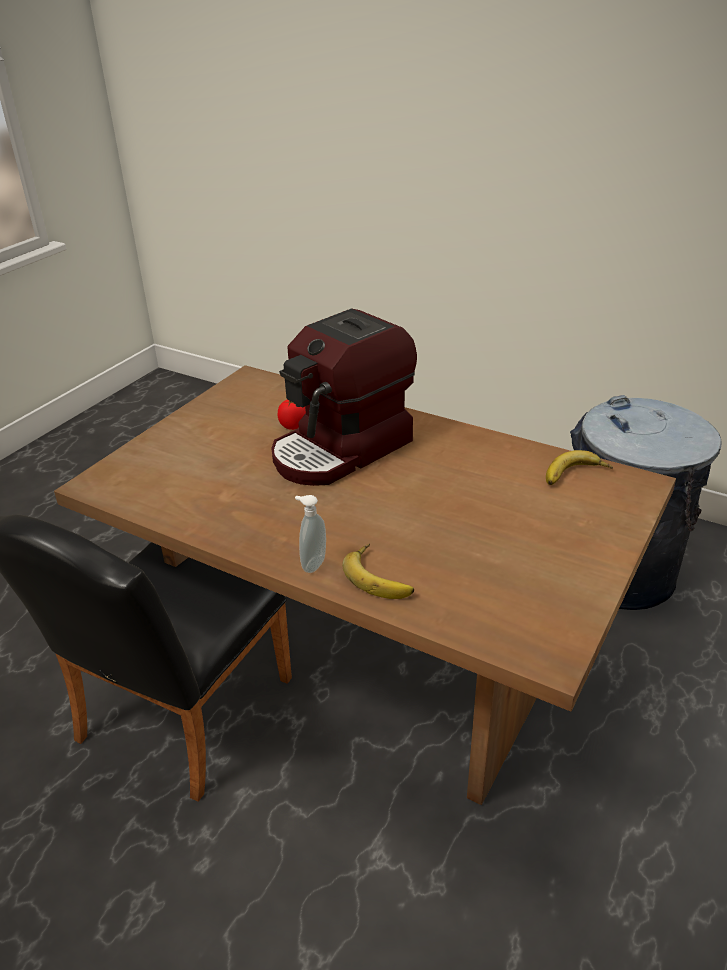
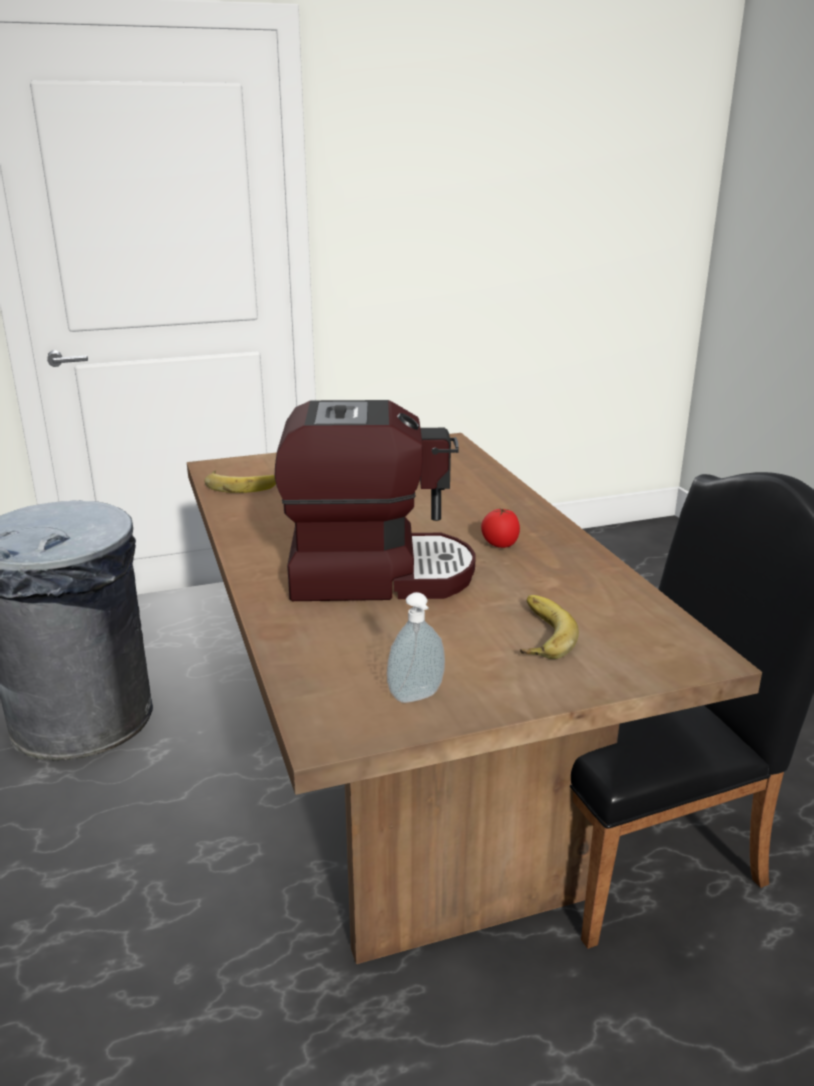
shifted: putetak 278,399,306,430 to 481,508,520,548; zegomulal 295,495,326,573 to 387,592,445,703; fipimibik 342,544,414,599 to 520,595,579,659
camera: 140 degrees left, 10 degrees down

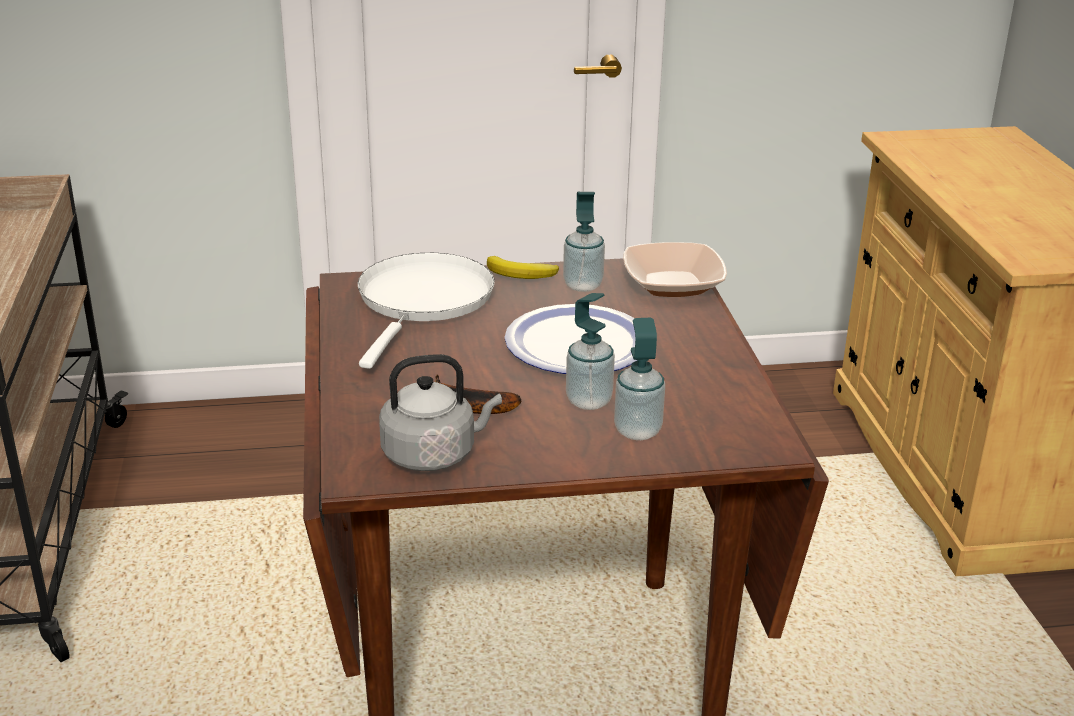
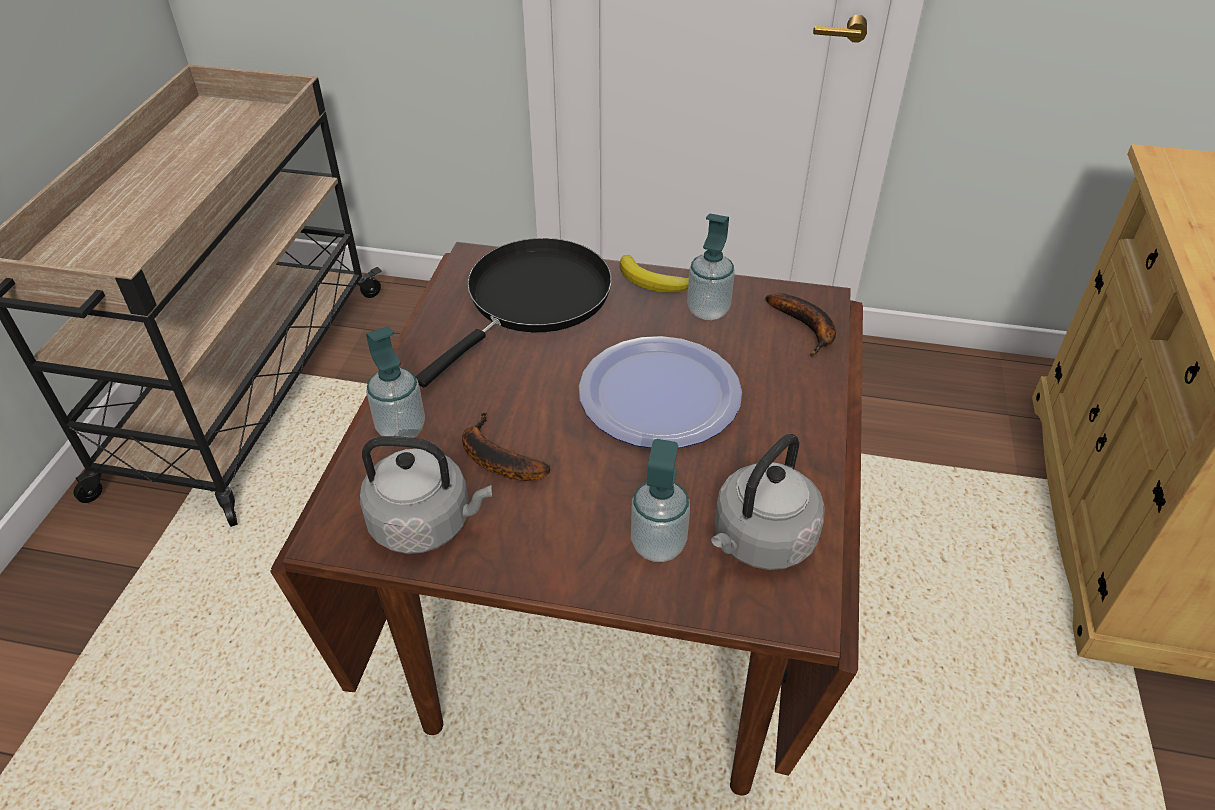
new: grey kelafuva 711,434,825,570
shifted: zegomulal 566,293,615,410 to 366,326,425,438
swapped: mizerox 623,242,727,297 to fipimibik 765,293,836,356
repainted: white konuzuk 357,253,495,369 to black konuzuk 416,238,612,387
camera: 20 degrees right, 15 degrees up

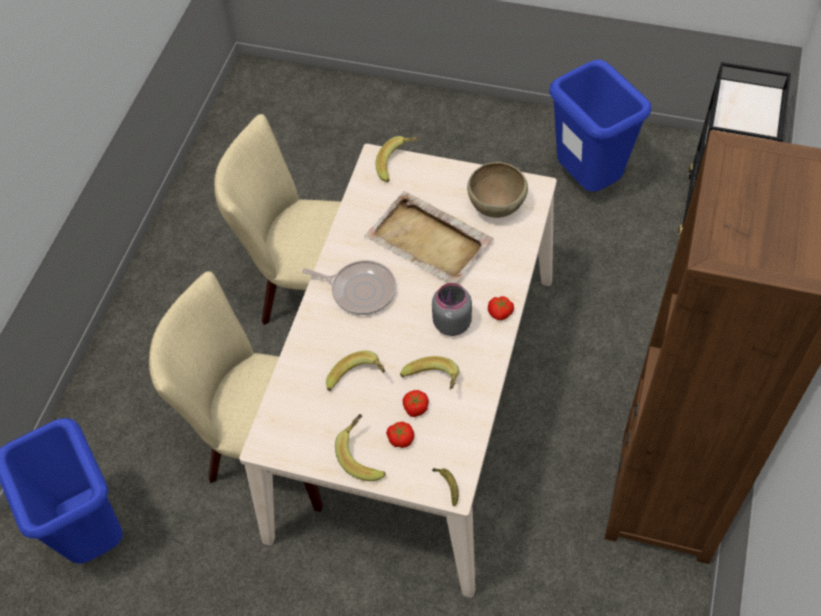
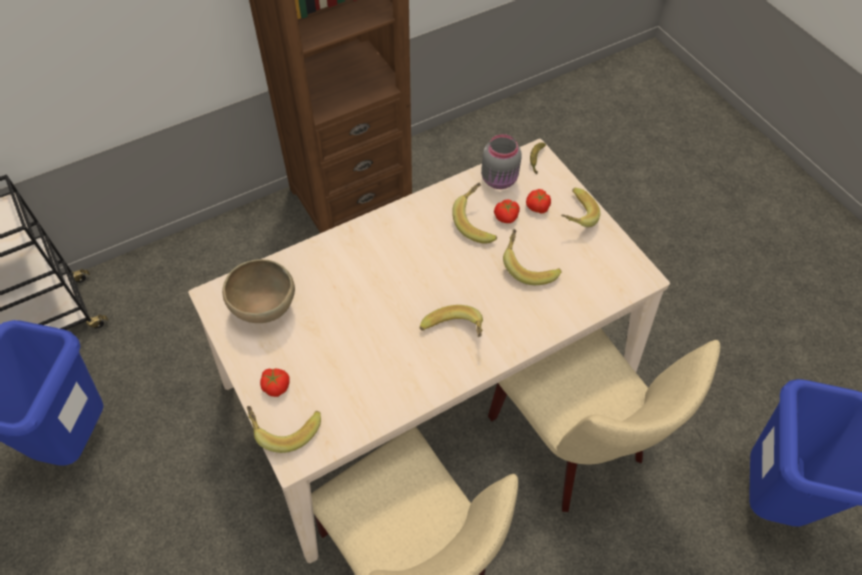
gone: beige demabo 364,191,494,284
shifted: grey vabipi 432,283,472,336 to 481,134,521,189; putetak 488,296,514,320 to 260,368,289,397
swapped: konuzuk 302,260,396,315 to fipimibik 420,305,483,337
camera: 140 degrees left, 0 degrees up

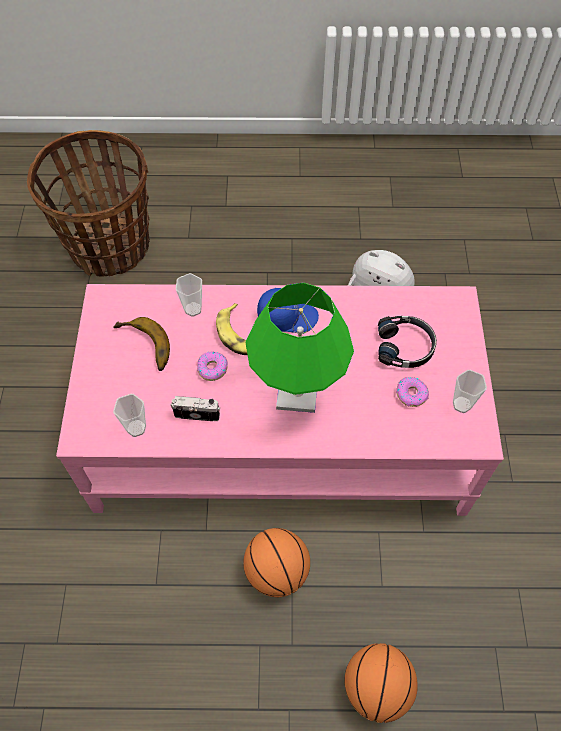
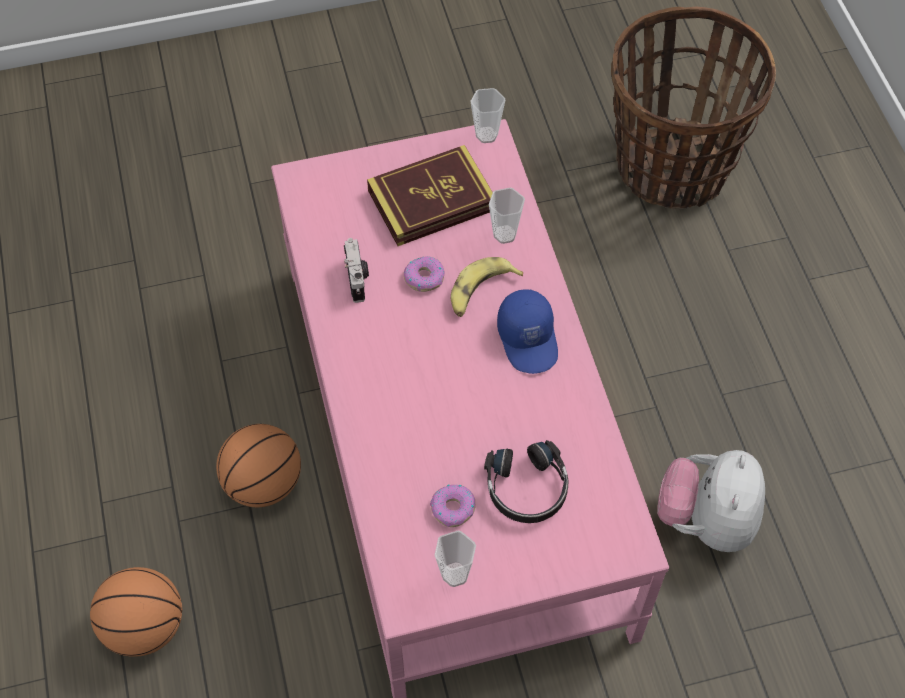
gone: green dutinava 246,283,354,413
shifted: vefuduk 113,394,146,437 to 470,88,505,143
swapped: fipimibik 113,317,170,371 to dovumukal 367,145,493,246
camera: 75 degrees right, 0 degrees up

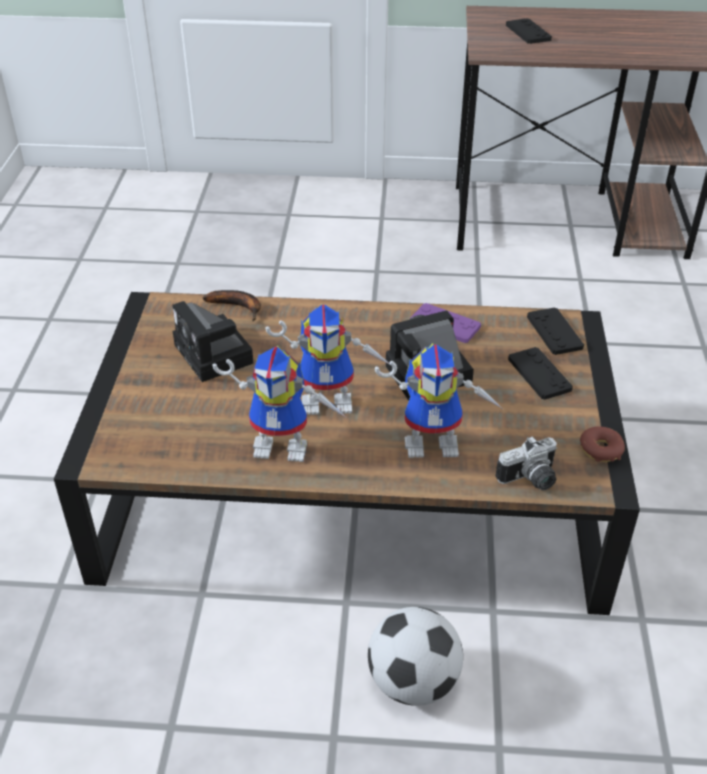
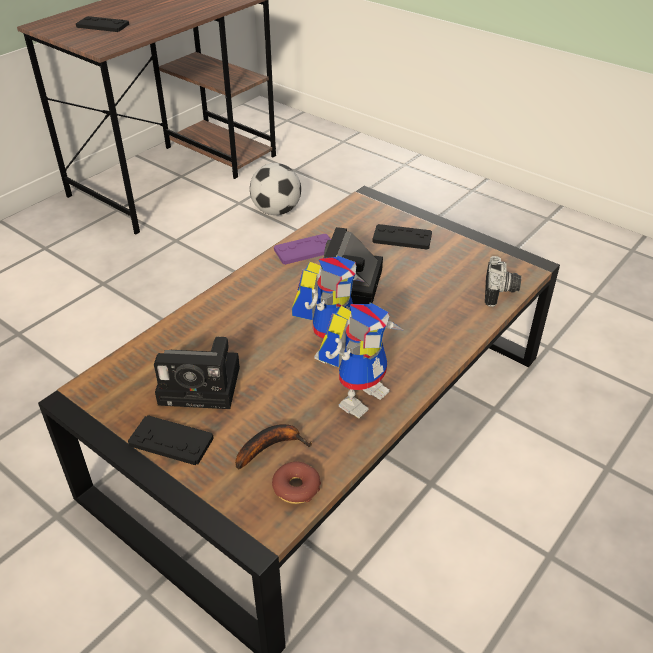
gone: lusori 375,343,503,458
shifted: fipimibik 203,290,261,321 to 235,424,312,470; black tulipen 527,308,584,355 to 128,415,214,465; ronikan 580,426,625,462 to 272,462,321,504; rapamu 368,607,463,706 to 250,163,301,215
camera: 55 degrees left, 0 degrees up

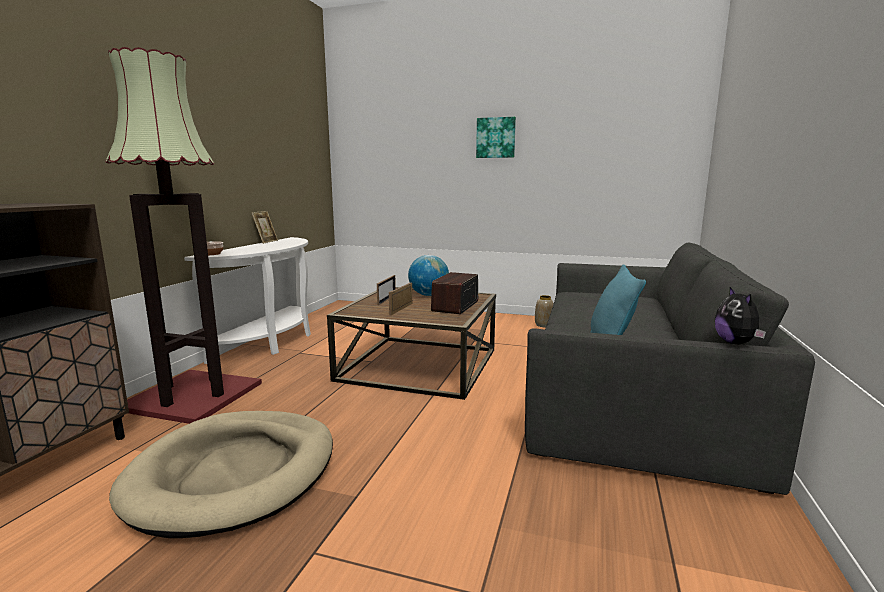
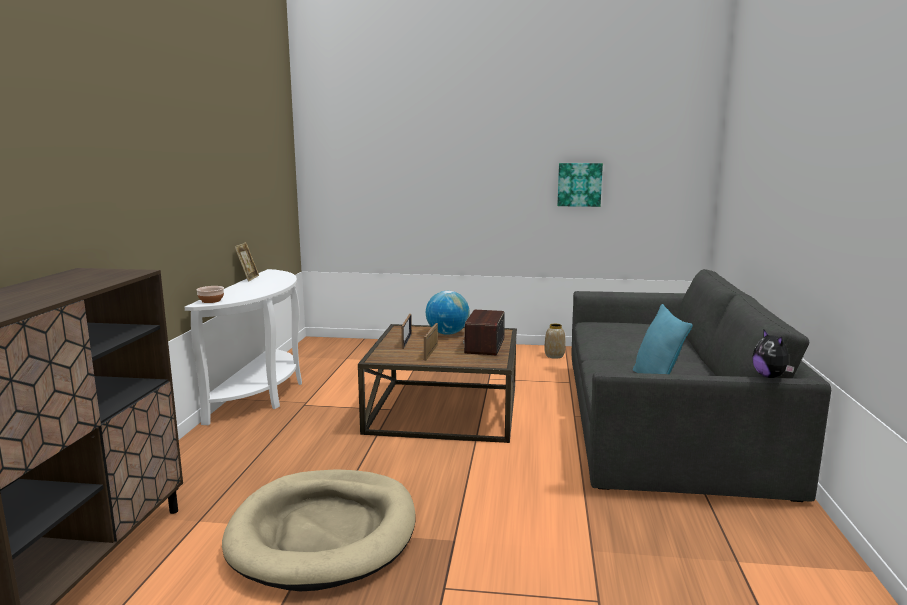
gone: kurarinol 105,47,262,424
shifted: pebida 476,117,516,158 to 557,163,603,207
camera: 10 degrees left, 0 degrees up

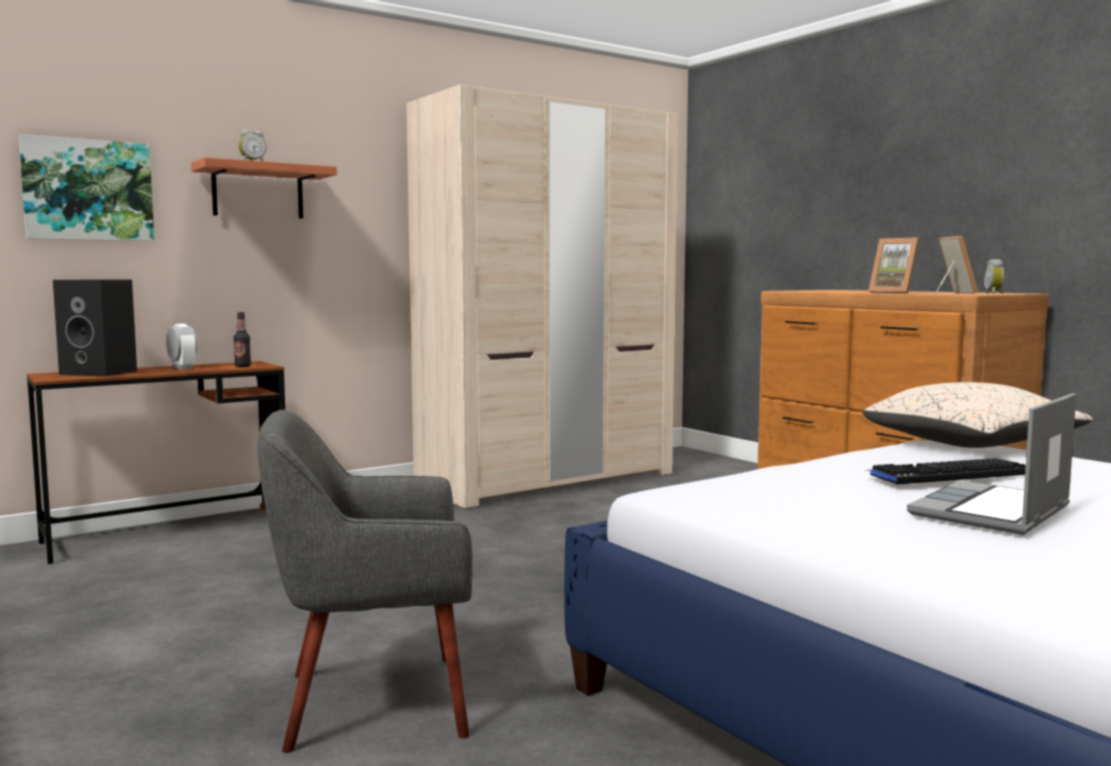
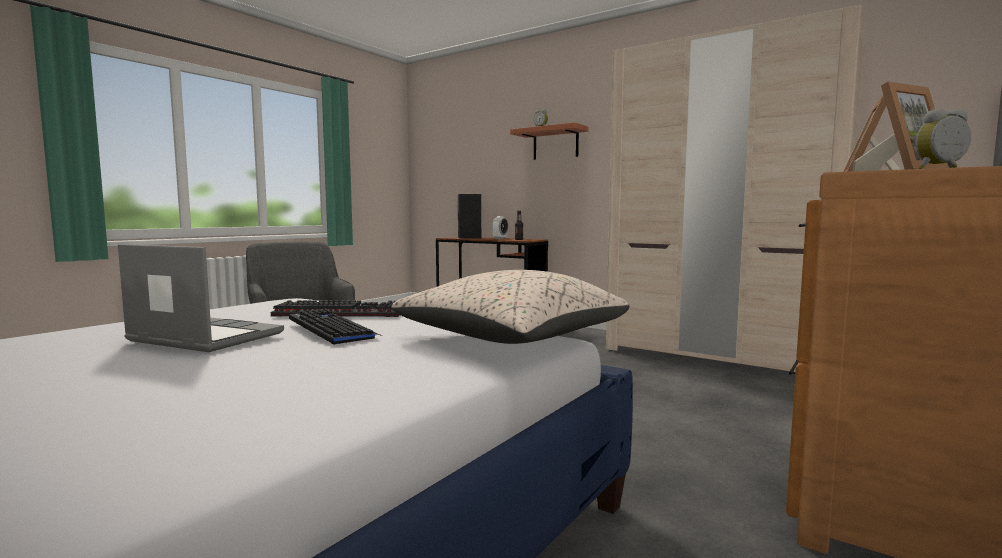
gone: pebida 19,134,154,241
new: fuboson 271,300,399,317
camera: 70 degrees right, 0 degrees up

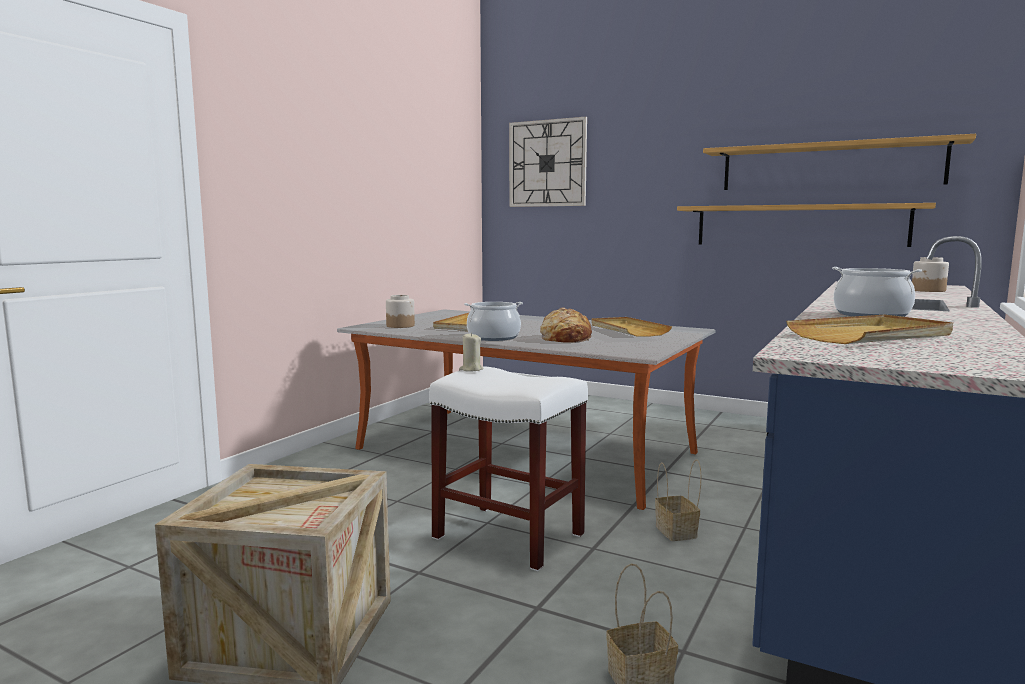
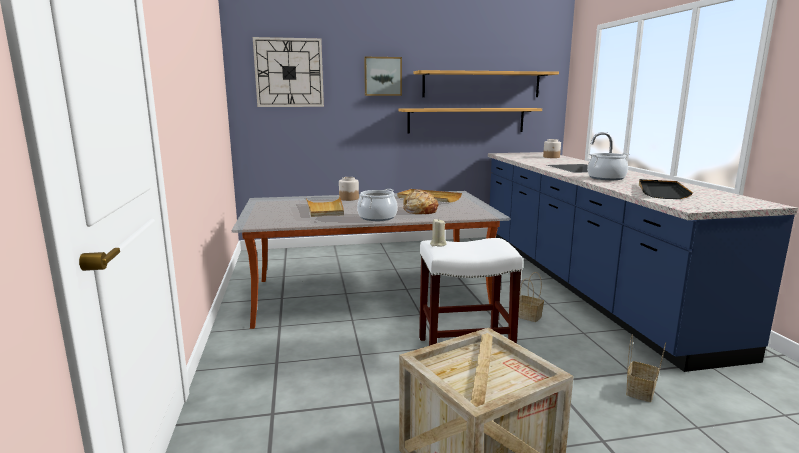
new: pebida 364,57,402,96
shifted: vabipi 386,295,415,328 to 339,177,359,201
repainted: beige demabo 786,314,953,344 to black demabo 639,179,693,199
camera: 40 degrees left, 5 degrees up

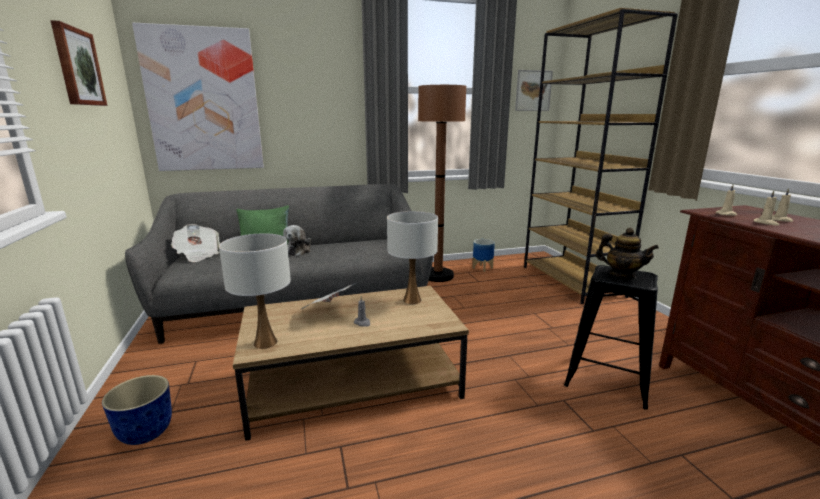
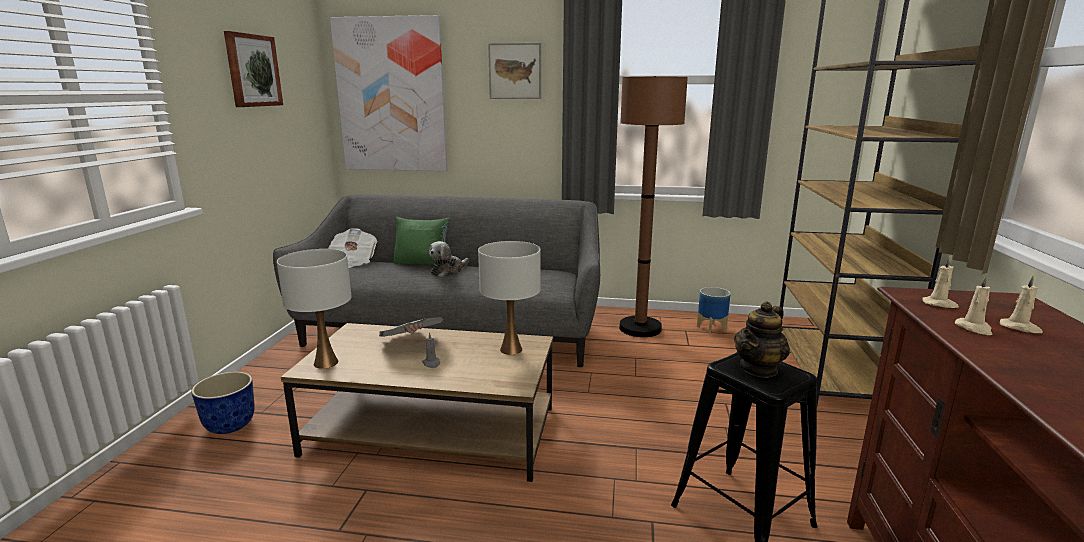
shifted: pebida 515,70,553,111 to 488,43,541,99
rotated: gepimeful 596,228,659,279 = 734,301,790,378 75 degrees clockwise
camera: 25 degrees right, 0 degrees up

